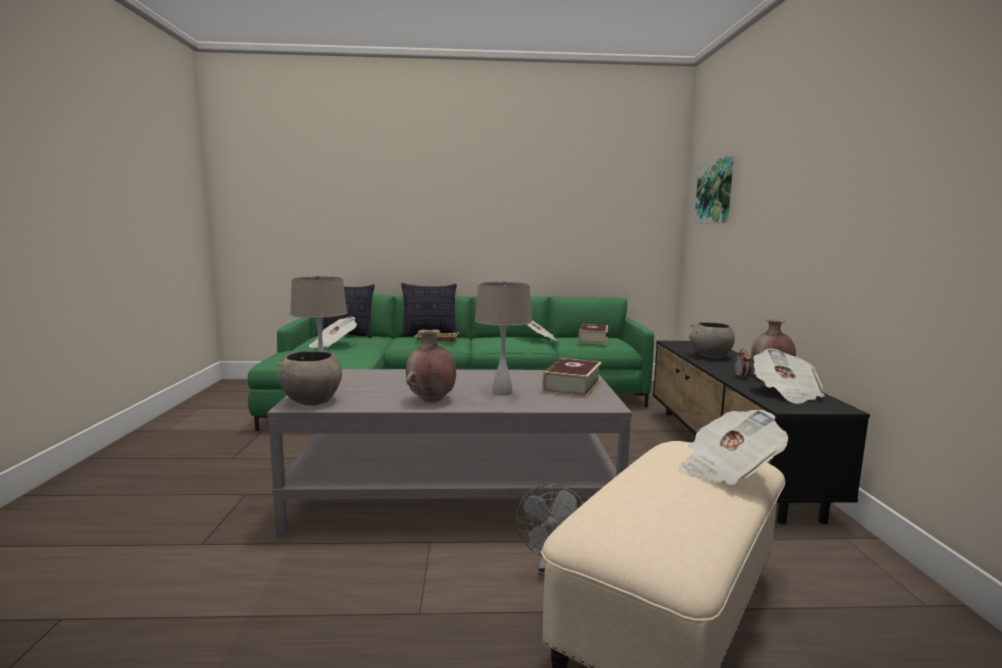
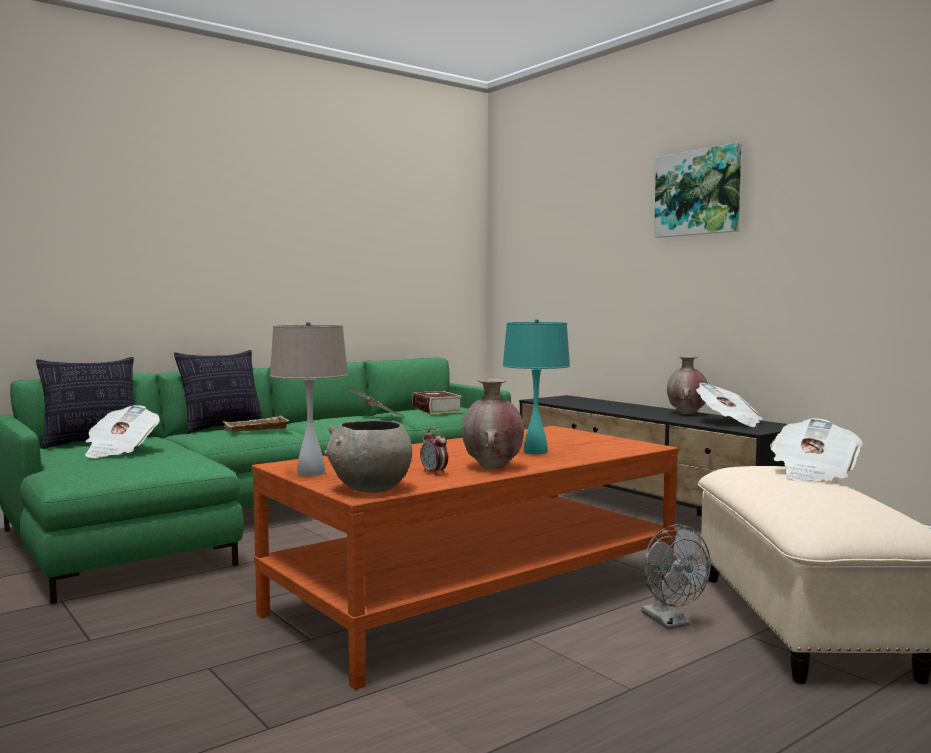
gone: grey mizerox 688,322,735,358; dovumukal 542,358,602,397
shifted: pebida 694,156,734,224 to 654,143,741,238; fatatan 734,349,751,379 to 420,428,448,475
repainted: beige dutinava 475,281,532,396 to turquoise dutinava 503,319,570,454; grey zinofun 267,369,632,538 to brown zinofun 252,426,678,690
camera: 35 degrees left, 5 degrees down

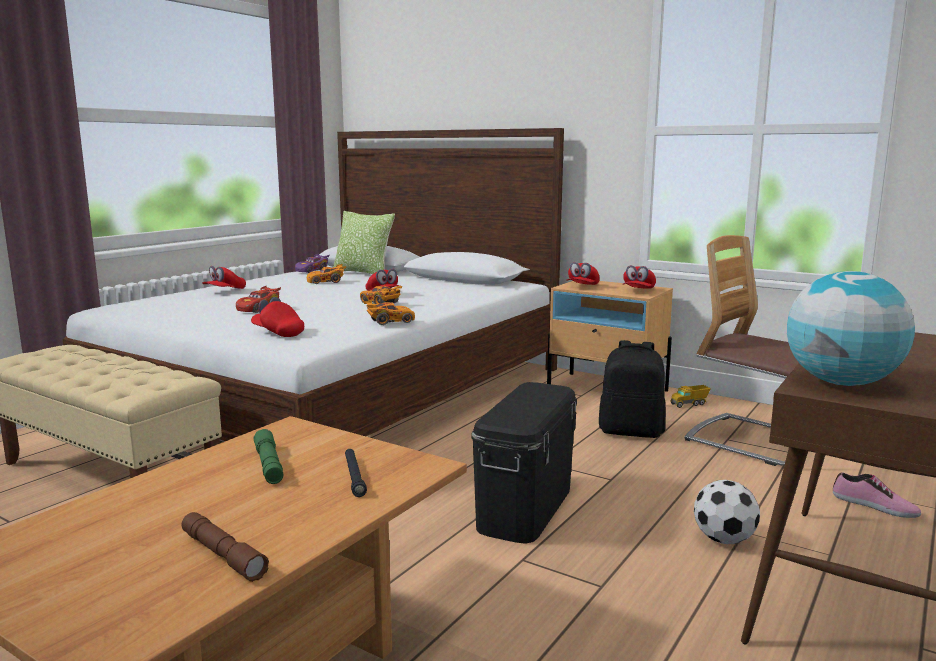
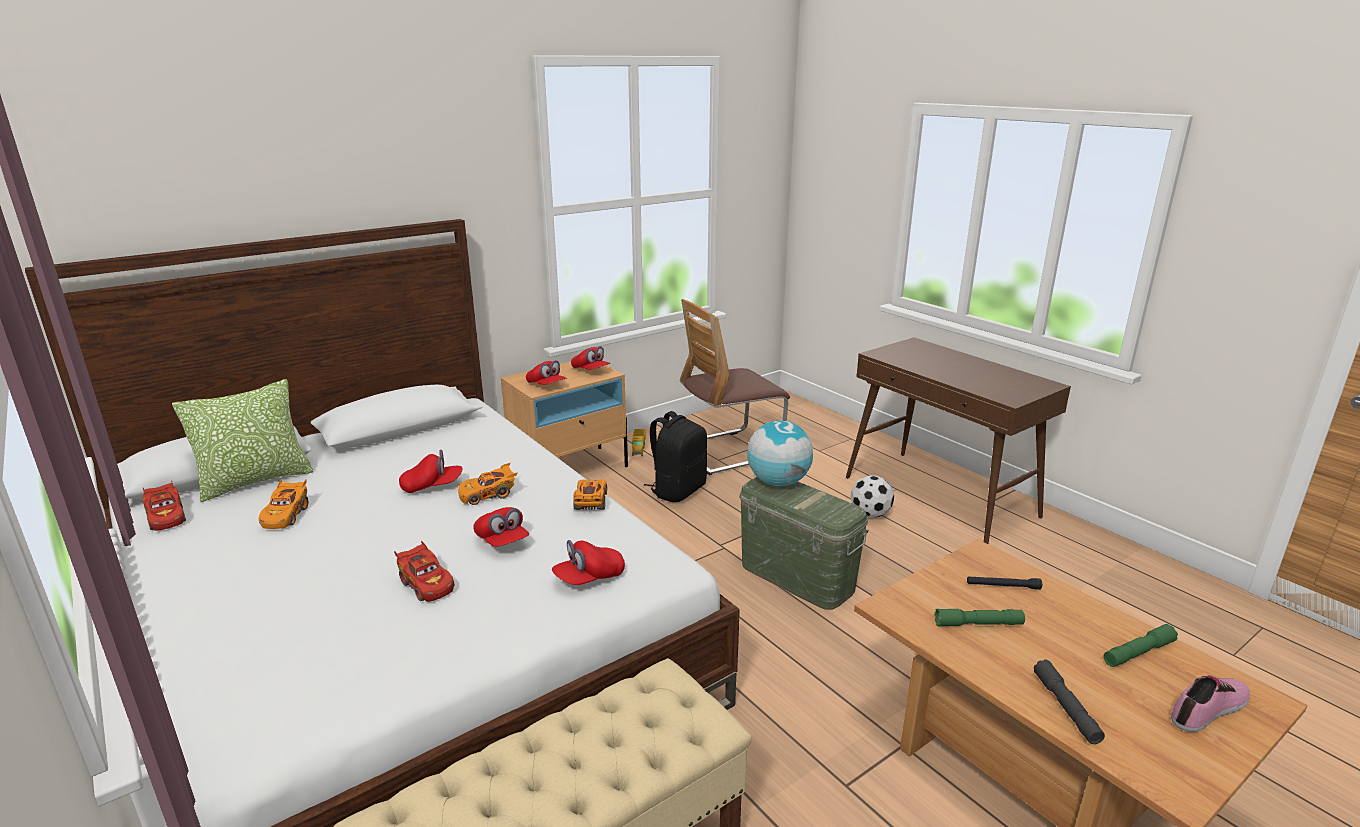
new: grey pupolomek 1033,659,1105,744
shifted: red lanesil 202,266,246,289 to 473,507,529,547; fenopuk 787,271,915,386 to 747,420,813,486; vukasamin 833,472,921,518 to 1171,675,1250,732
repainted: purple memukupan 295,254,329,273 to red memukupan 143,480,186,531; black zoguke 471,382,577,544 to green zoguke 739,477,869,610; brown pupolomek 182,512,269,582 to green pupolomek 1103,624,1178,667
camera: 70 degrees left, 10 degrees up

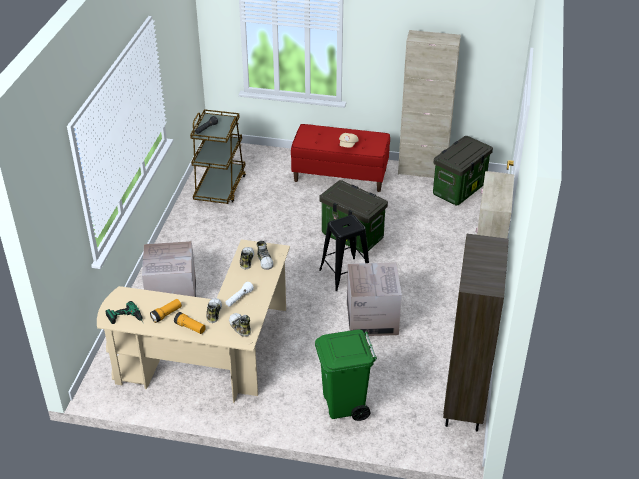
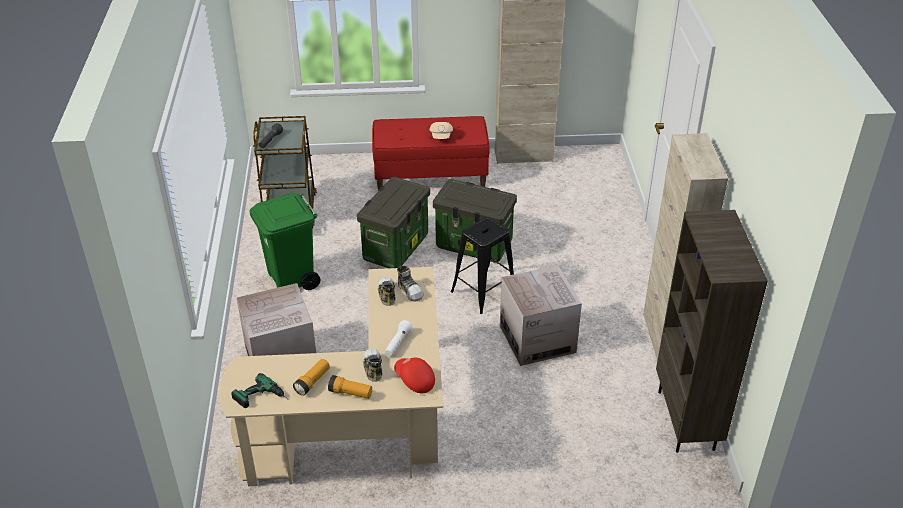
shifted: zoguke 433,136,493,206 to 357,177,430,268; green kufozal 315,329,377,421 to 249,193,320,290
swapped: vukasamin 229,313,251,337 to red lanesil 394,358,435,393
camera: 15 degrees left, 0 degrees up

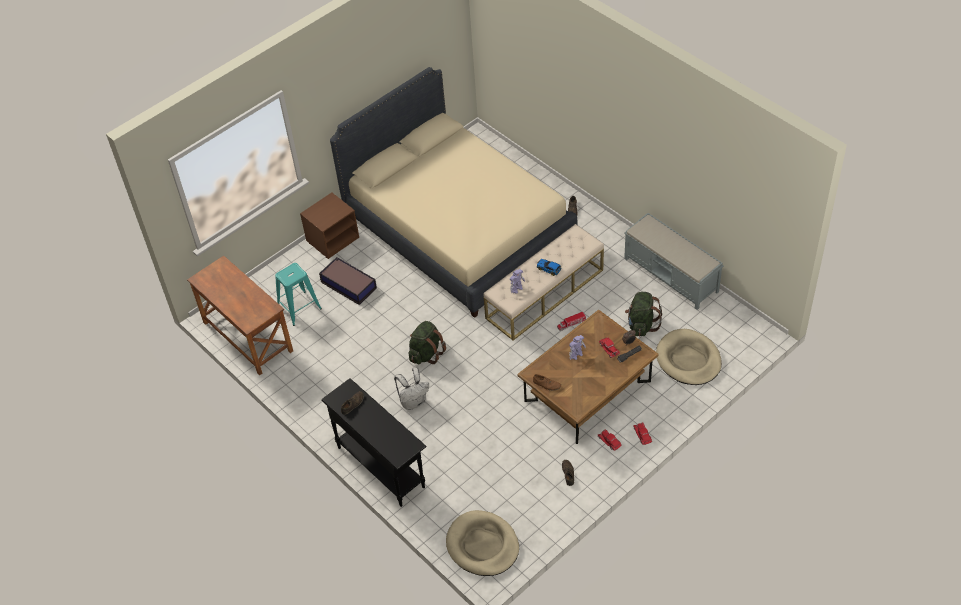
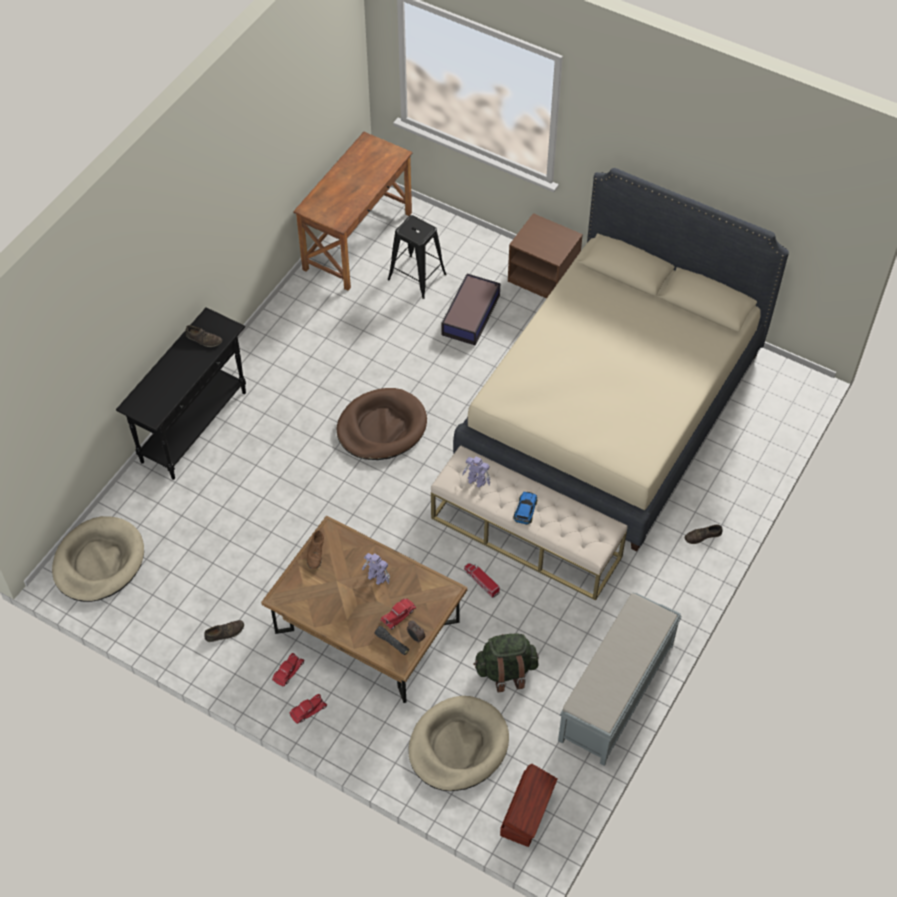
gone: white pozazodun 394,368,429,410
new: brown zoguke 500,764,557,847
swapped: green pozazodun 409,321,446,364 to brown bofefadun 337,388,427,460
repainted: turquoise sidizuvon 275,263,322,326 to black sidizuvon 388,215,446,299
camera: 70 degrees right, 5 degrees up

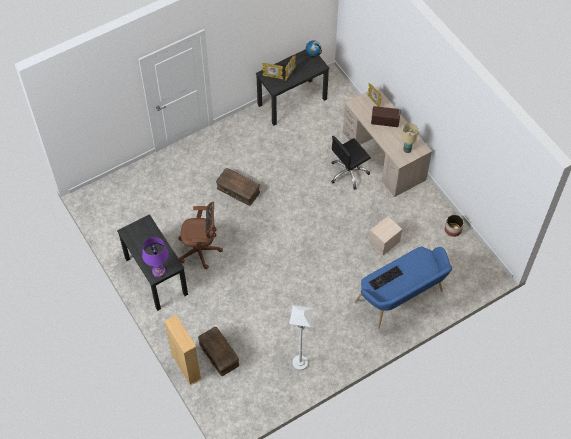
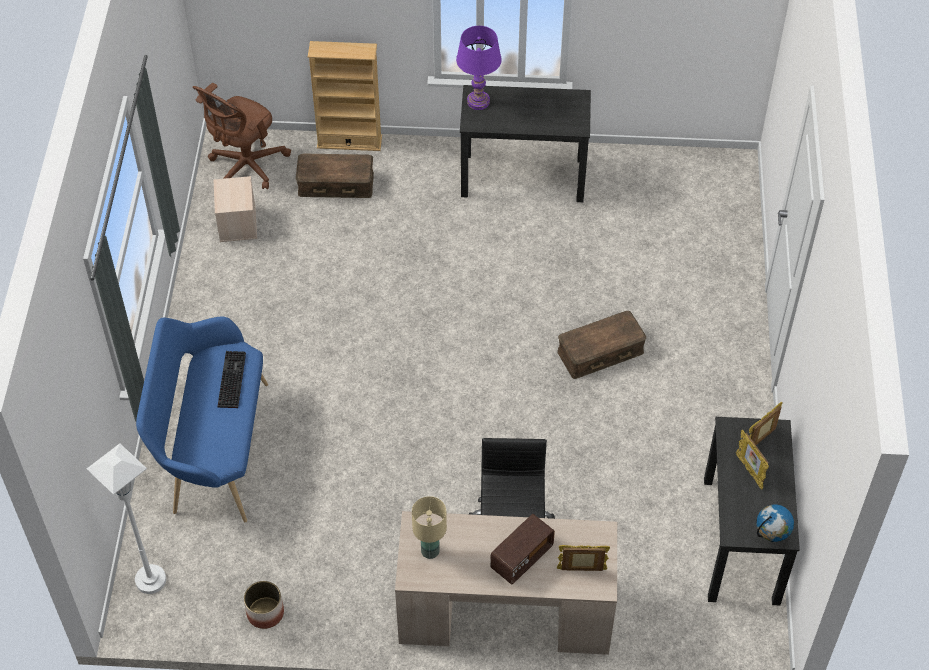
shifted: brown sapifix 178,202,223,269 to 193,83,291,189; beige zoguke 369,216,402,255 to 214,176,257,242; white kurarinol 289,305,314,371 to 87,443,166,594
camera: 125 degrees right, 5 degrees down

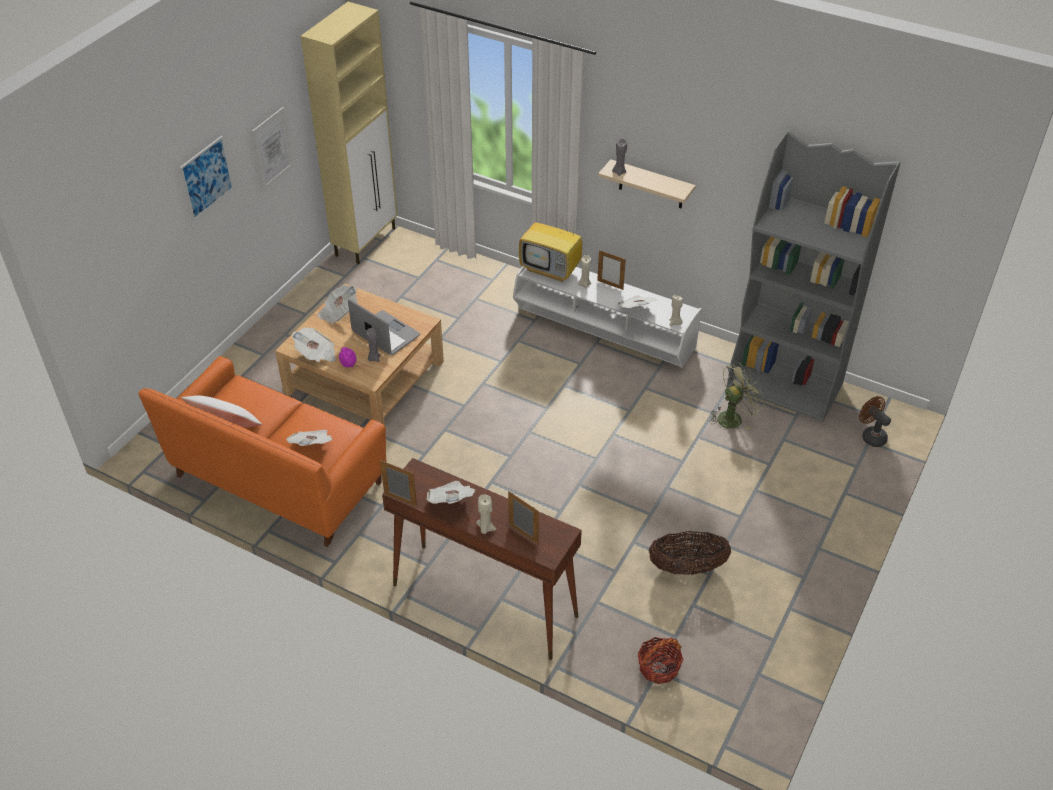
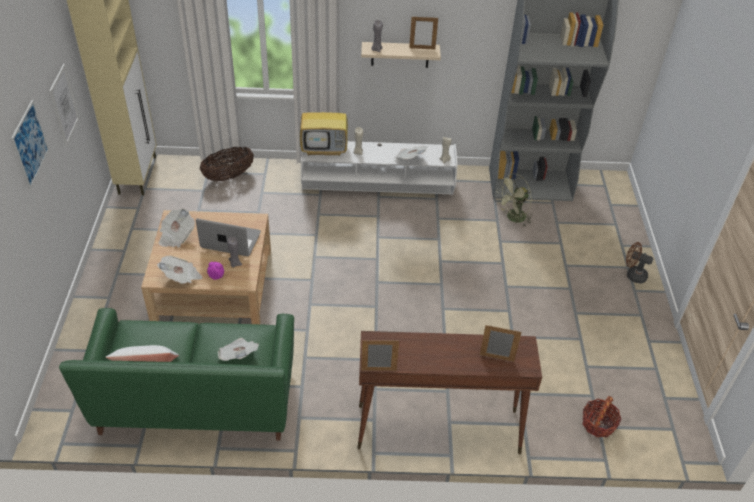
gone: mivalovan 426,481,475,504; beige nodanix 476,495,496,534
shifted: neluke 597,250,626,290 to 409,16,438,49; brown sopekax 859,396,891,447 to 626,242,653,284; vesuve 649,531,731,575 to 200,147,254,181
repainted: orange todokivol 138,356,386,547 to green todokivol 59,308,294,441
rotated: green sopekax 709,362,765,430 = 496,173,533,226 150 degrees counterclockwise
camera: 30 degrees left, 0 degrees up

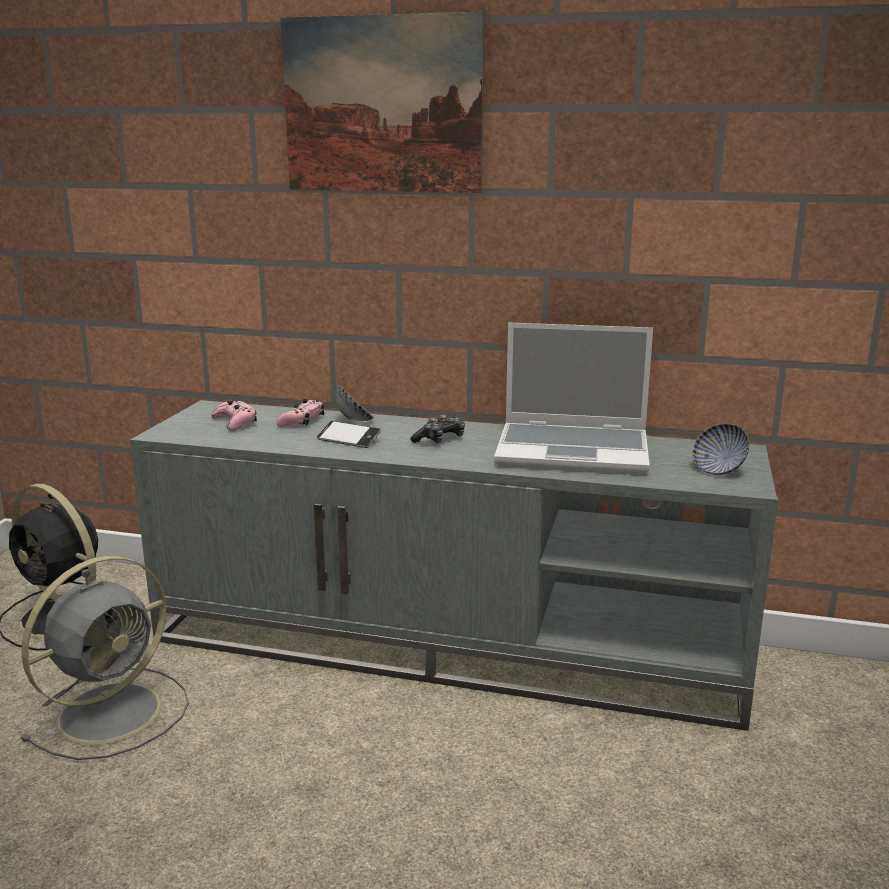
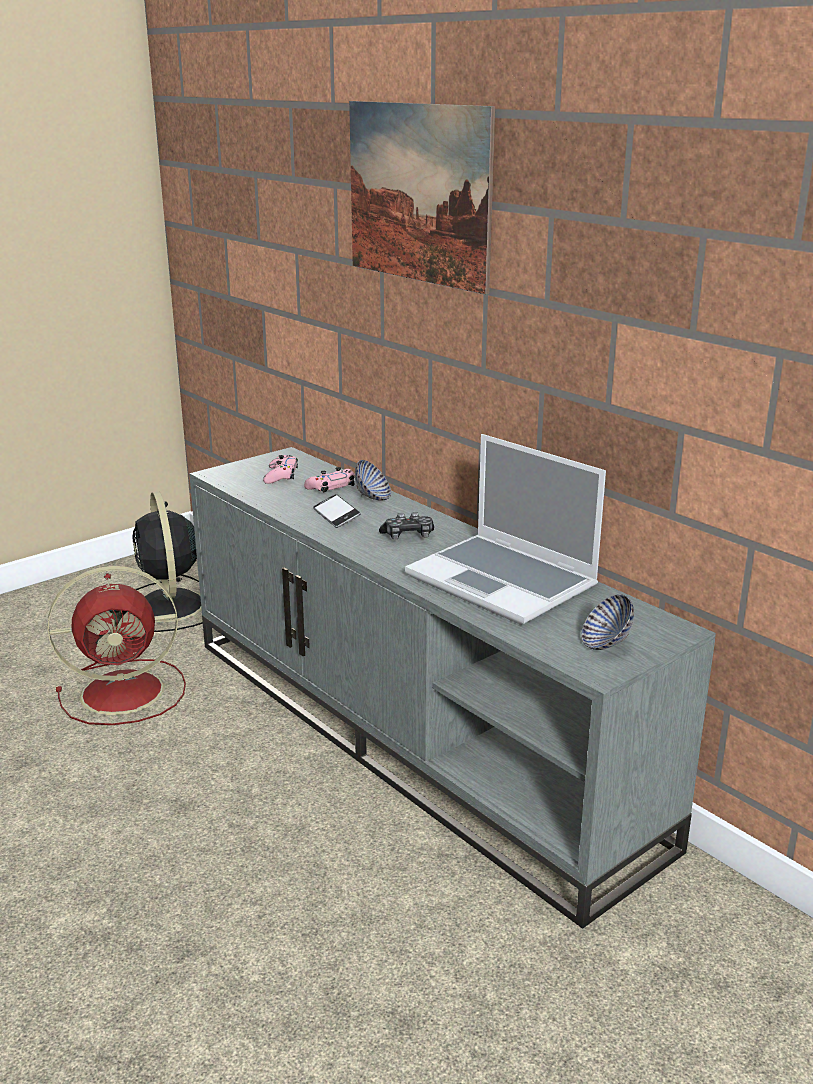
repainted: grey sopekax 20,556,189,760 to red sopekax 48,566,186,725
camera: 35 degrees right, 5 degrees up

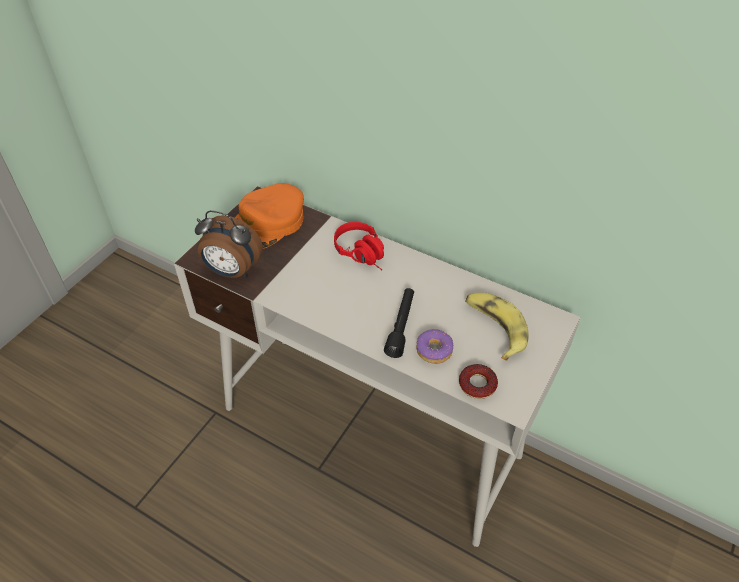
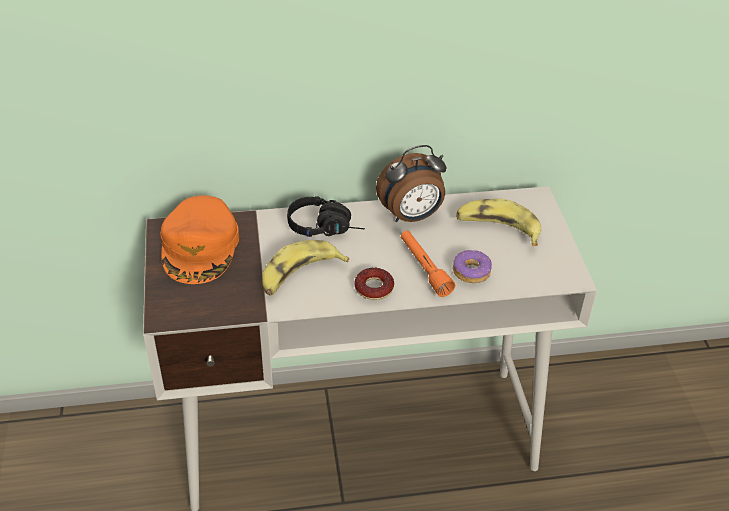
new: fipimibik 262,240,349,296
shifted: fatatan 195,210,263,278 to 376,145,447,222; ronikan 459,364,498,399 to 354,268,394,300
repainted: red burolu 334,222,384,270 to black burolu 287,196,365,237; black pupolomek 384,288,414,358 to orange pupolomek 401,231,455,297
camera: 40 degrees left, 5 degrees down

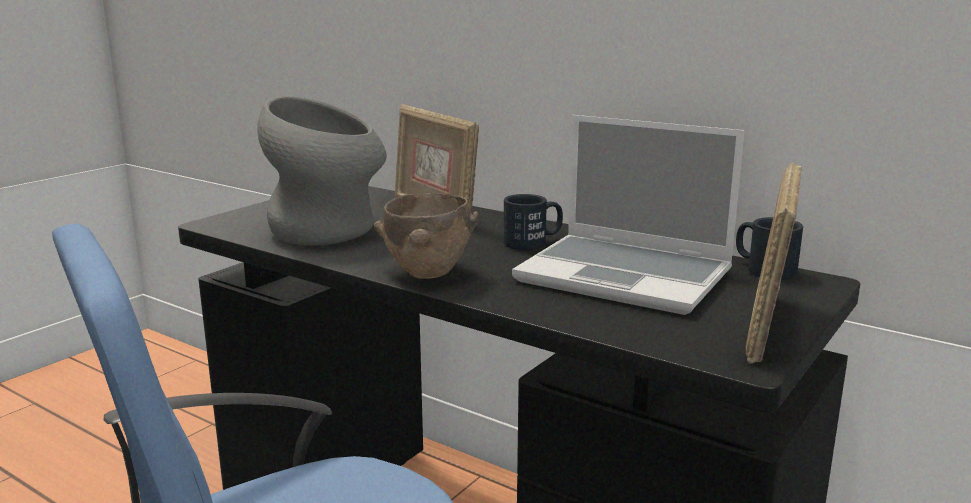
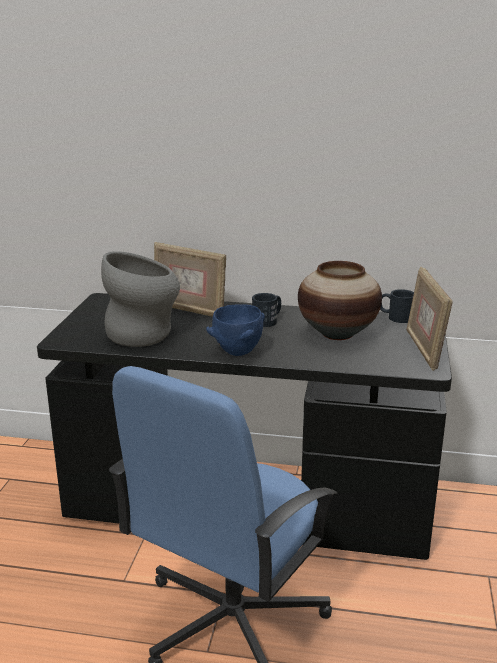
swapped: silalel 512,115,745,315 to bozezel 298,261,382,340
repainted: brown mizerox 374,193,479,279 to blue mizerox 206,304,265,356
camera: 25 degrees left, 5 degrees up

